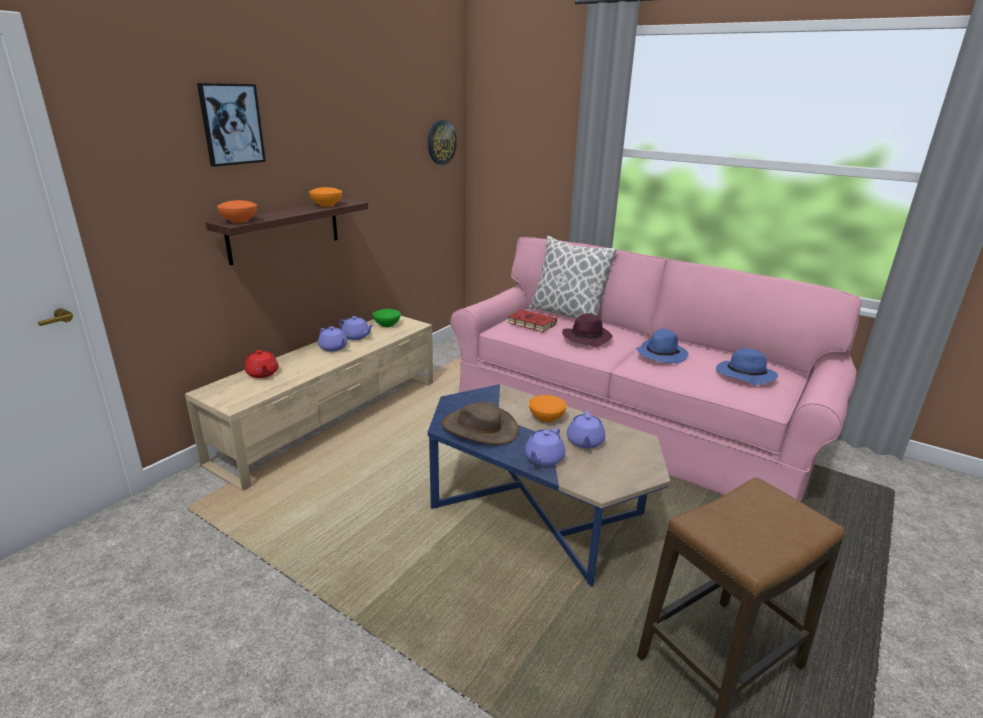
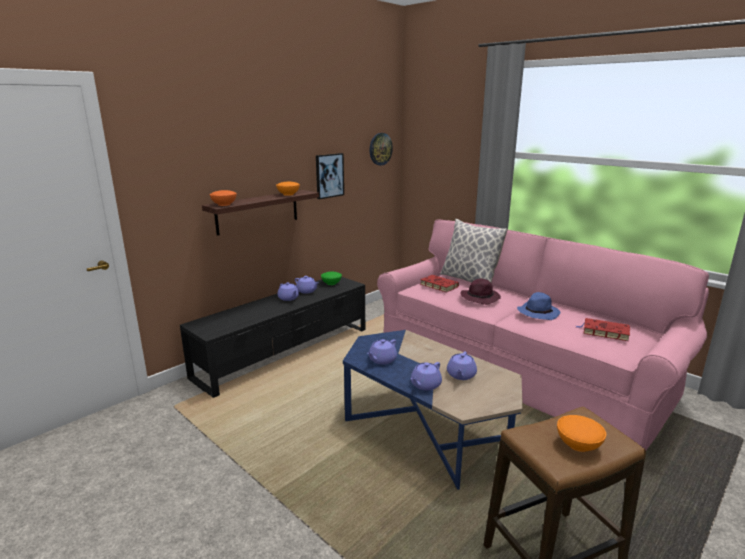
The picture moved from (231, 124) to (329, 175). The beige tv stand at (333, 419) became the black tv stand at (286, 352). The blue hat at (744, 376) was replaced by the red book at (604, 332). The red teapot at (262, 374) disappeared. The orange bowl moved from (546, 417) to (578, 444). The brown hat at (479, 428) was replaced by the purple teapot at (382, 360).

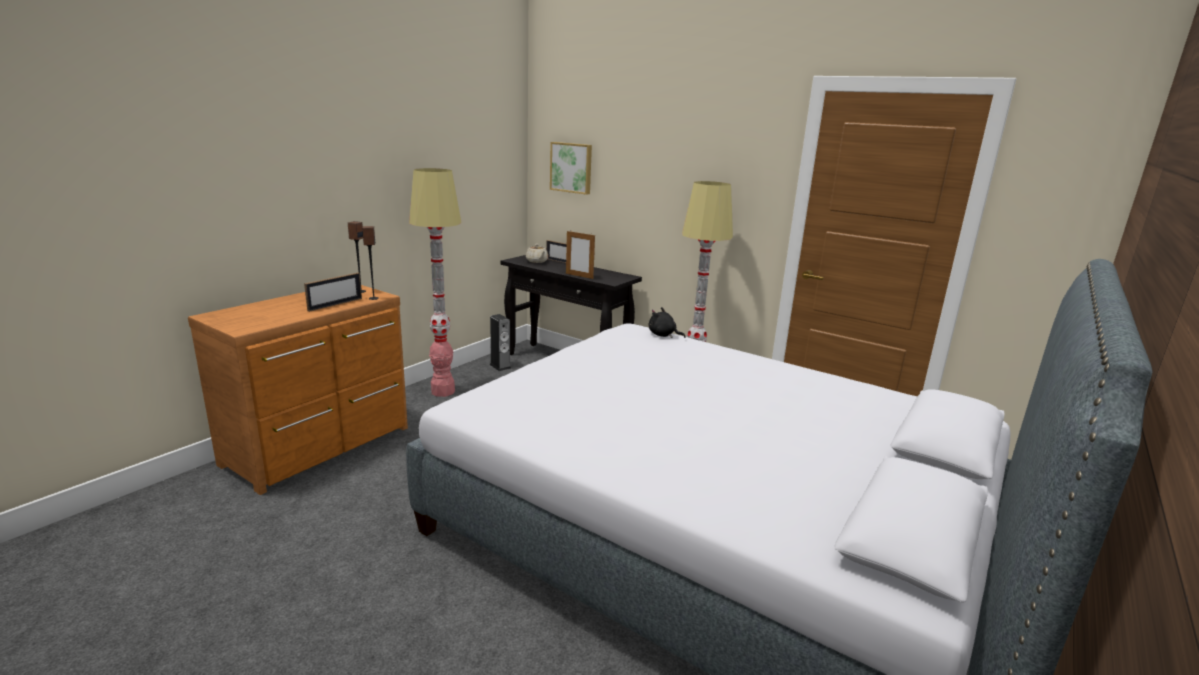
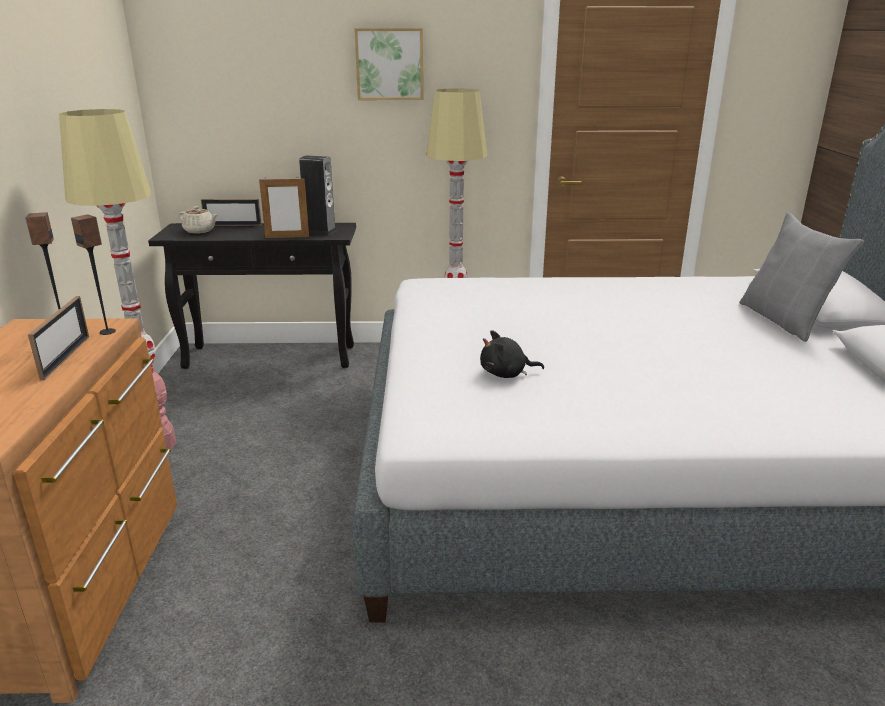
The picture moved from (571, 167) to (390, 64). The black plush toy moved from (663, 335) to (506, 374). The speaker moved from (500, 366) to (320, 231). The grey pillow at (785, 320) appeared.

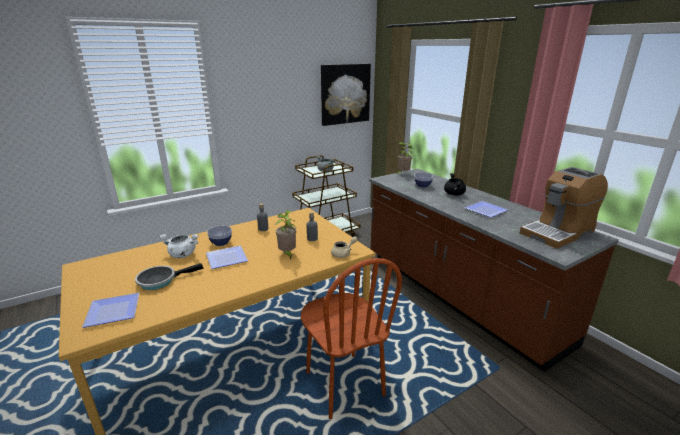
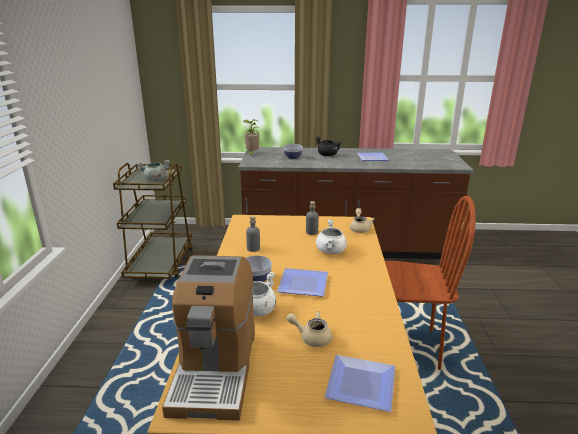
The picture at (345, 94) disappeared. The coffee machine moved from (558, 232) to (215, 369). The potted plant at (287, 254) was replaced by the white cooking pot at (331, 251). The frying pan at (160, 280) was replaced by the beige teapot at (311, 337).

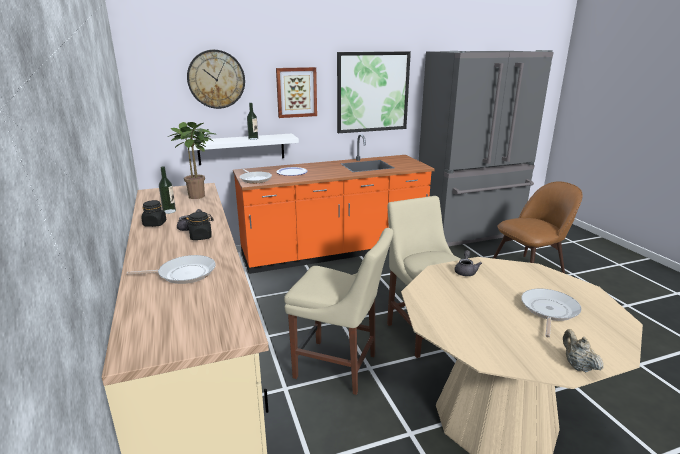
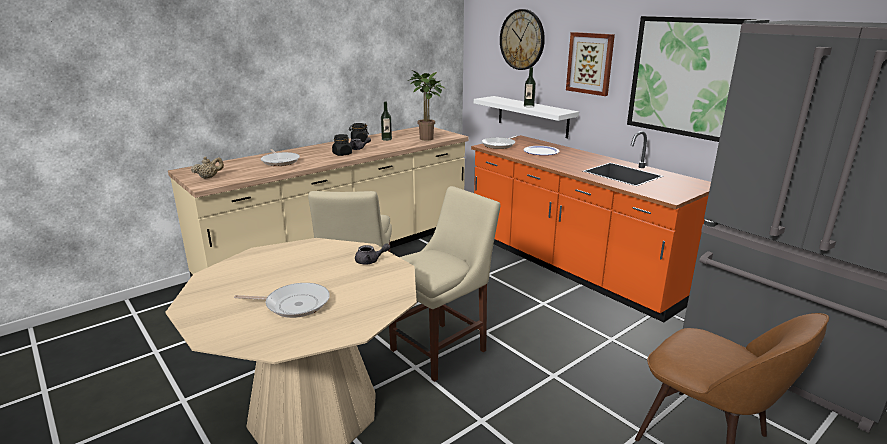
The beige teapot moved from (577, 366) to (209, 177).

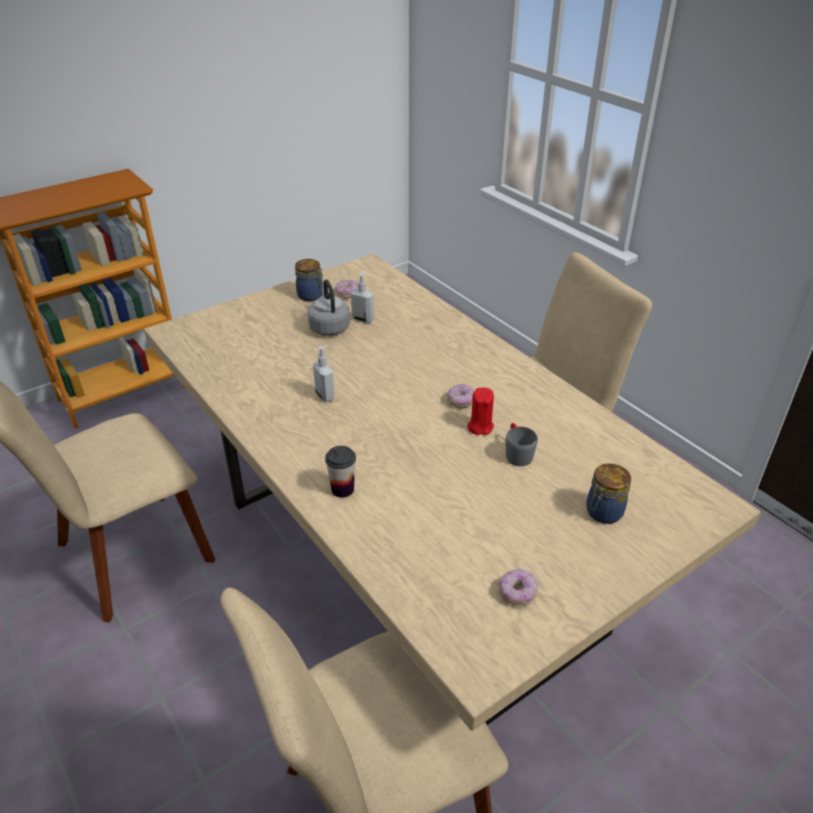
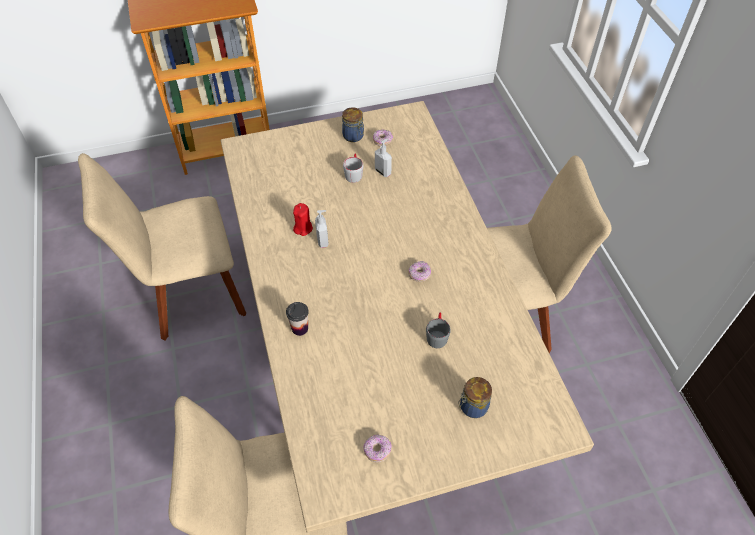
The grey kettle at (329, 327) was replaced by the grey mug at (353, 173). The red candle moved from (480, 426) to (303, 228).

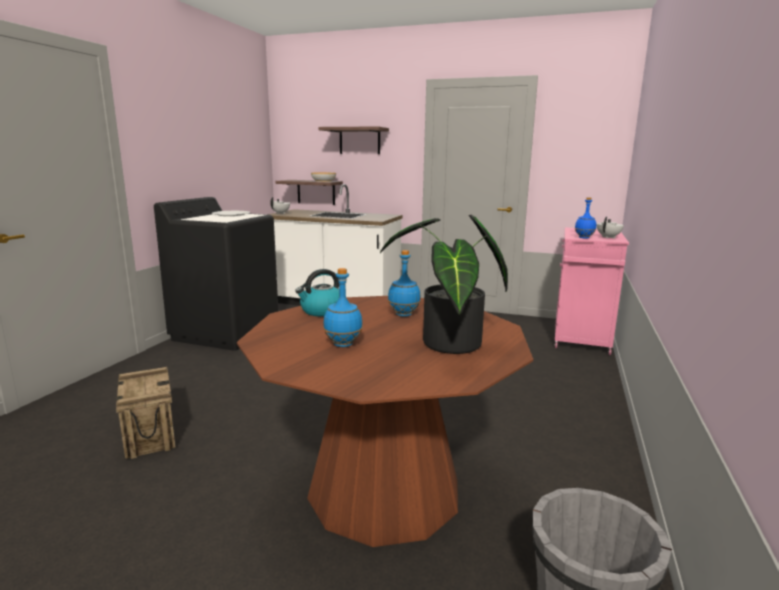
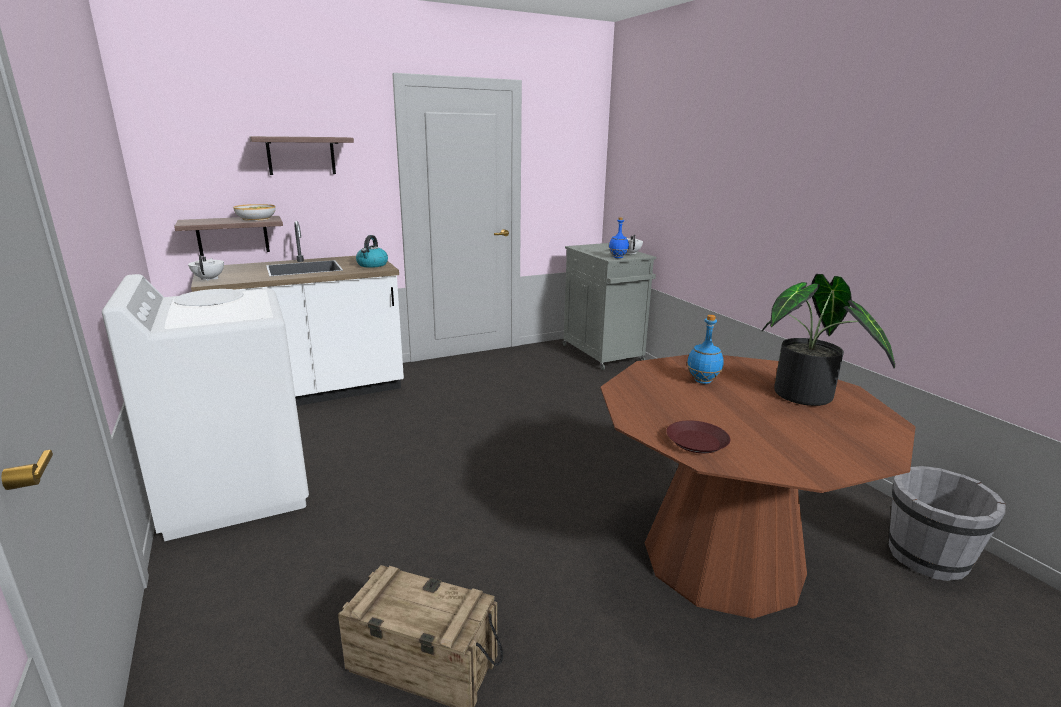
The black washing machine at (226, 332) became the white washing machine at (236, 489). The pink cabinet at (581, 339) became the grey cabinet at (603, 354). The blue bottle at (343, 344) disappeared. The kettle moved from (322, 311) to (372, 265). The brown plate at (696, 442) appeared.

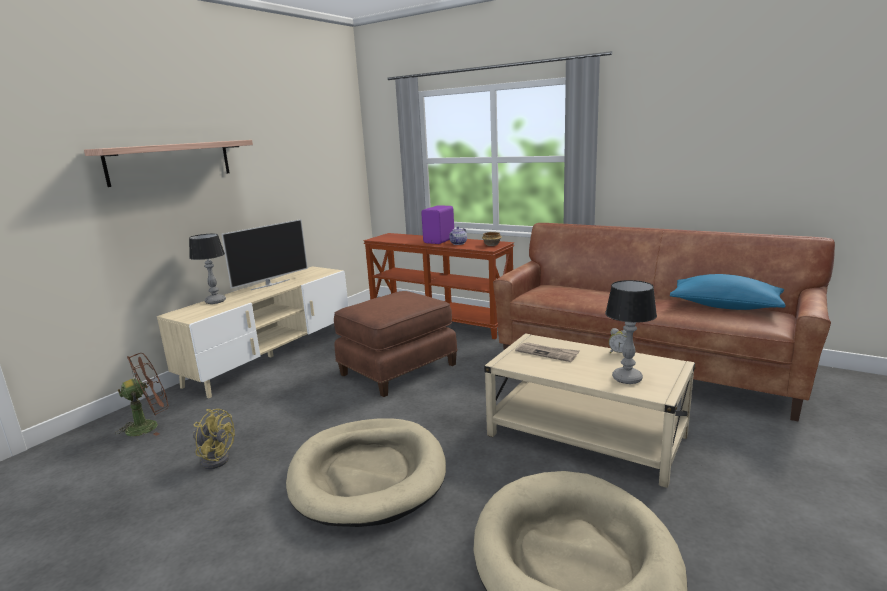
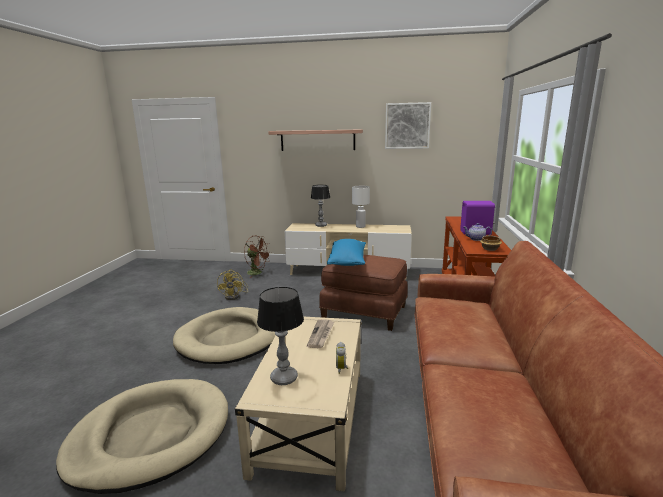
The television at (270, 284) was replaced by the white table lamp at (360, 226). The blue pillow moved from (725, 306) to (347, 262). The picture at (407, 126) appeared.

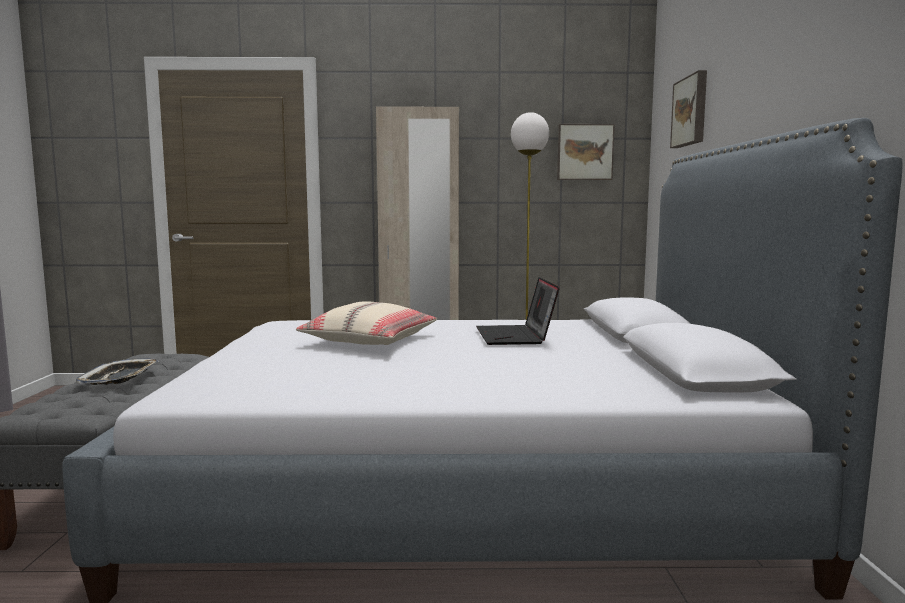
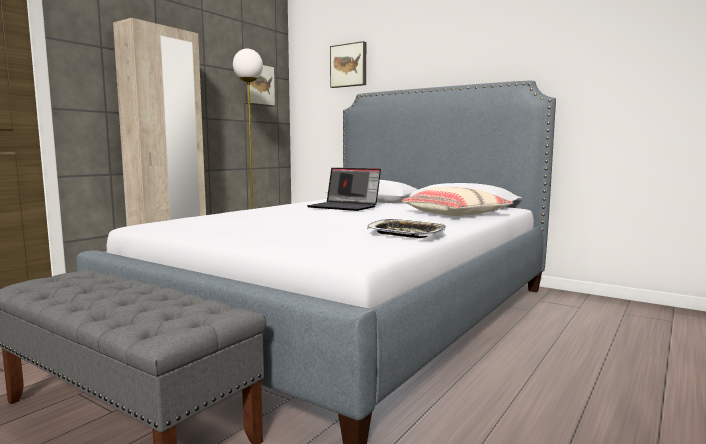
The beige pillow moved from (370, 340) to (455, 214). The tray moved from (120, 378) to (406, 234).

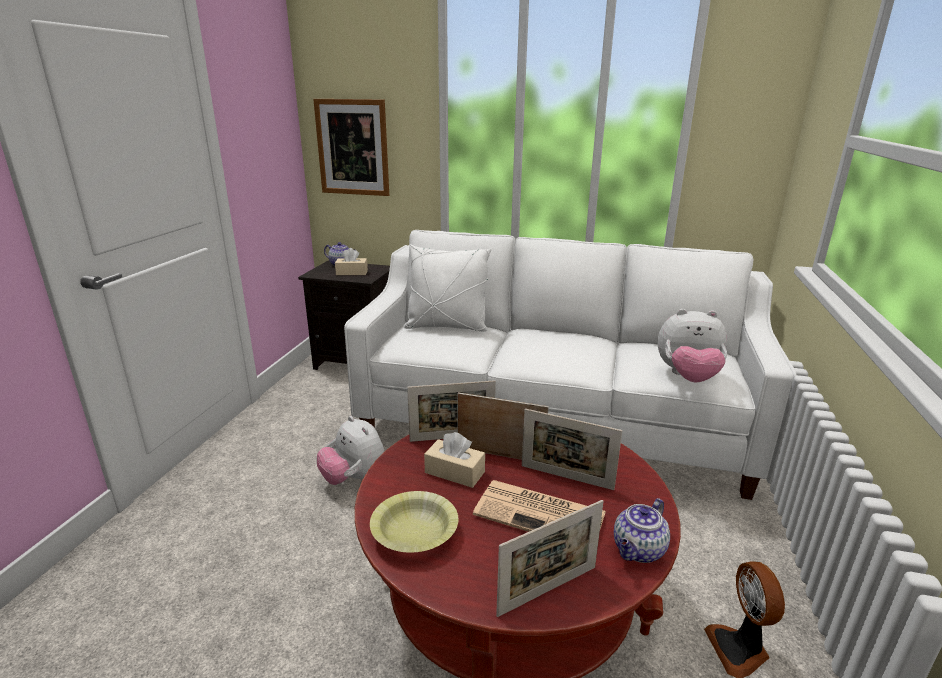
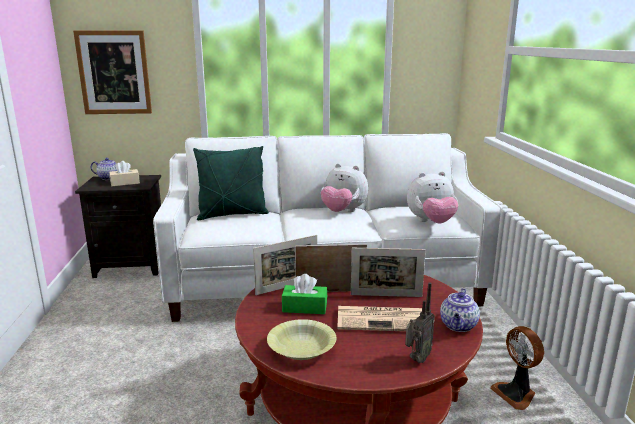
The white pillow at (447, 327) became the green pillow at (232, 214). The plush toy moved from (354, 479) to (343, 212). The beige tissue box at (454, 472) became the green tissue box at (304, 307). The picture frame at (548, 590) was replaced by the radio at (416, 359).

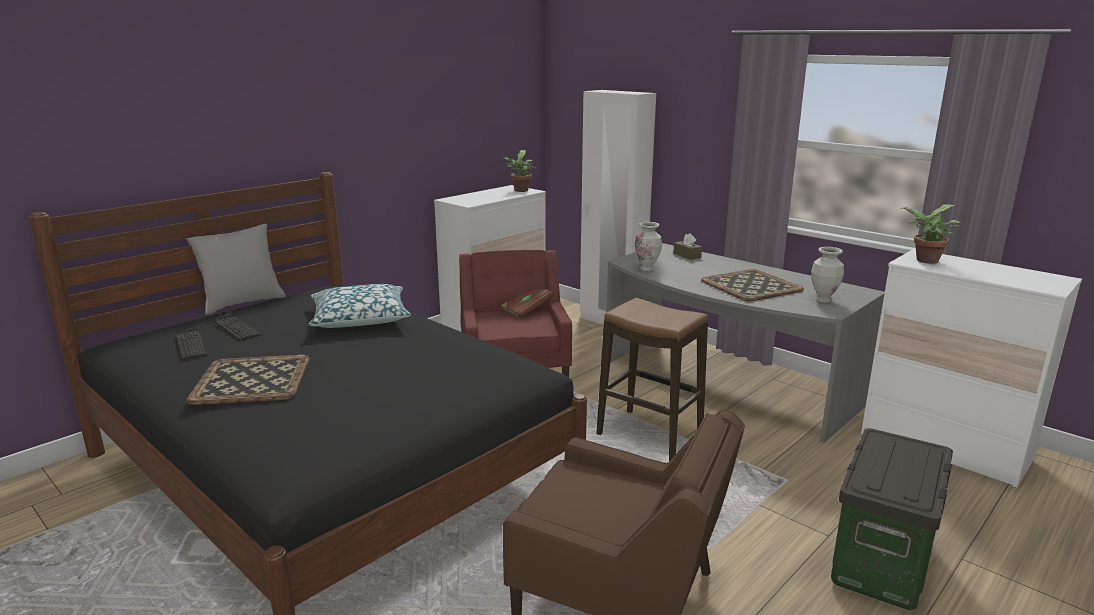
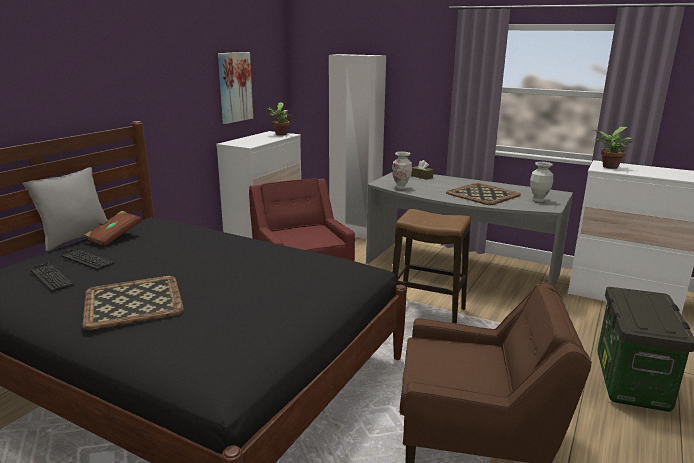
The pillow at (360, 318) disappeared. The brown book moved from (527, 310) to (114, 237). The picture at (235, 87) appeared.

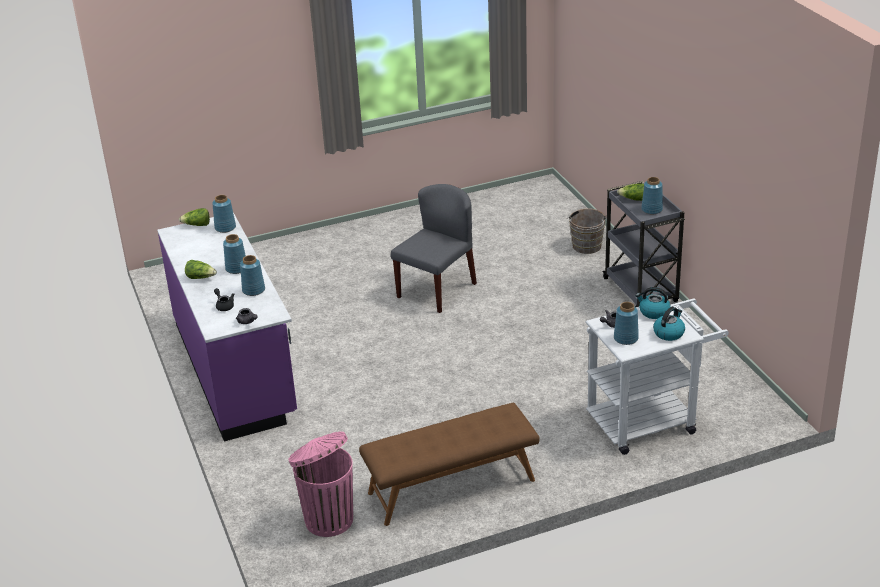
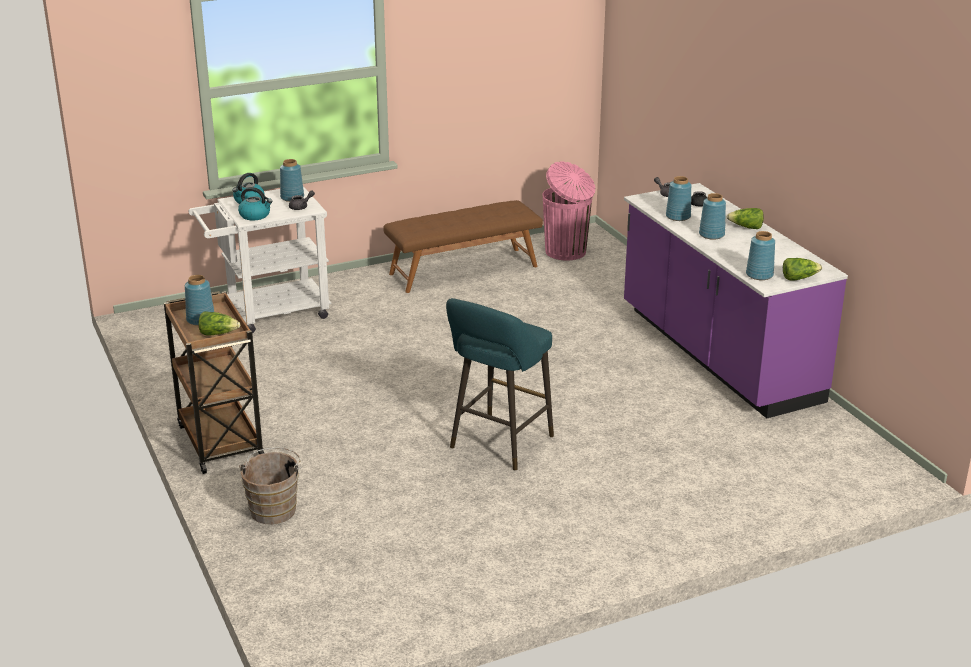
The grey cart at (641, 291) became the brown cart at (220, 441). The grey chair at (437, 290) was replaced by the turquoise stool at (498, 444).

